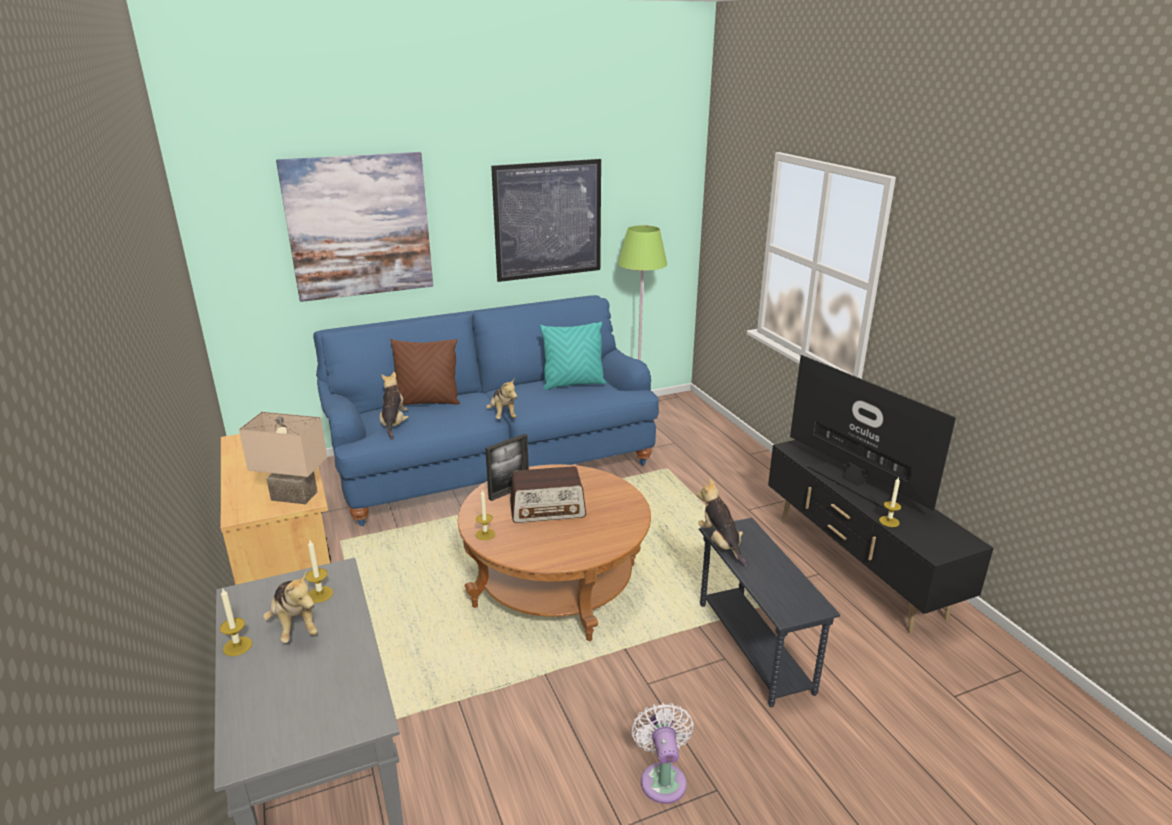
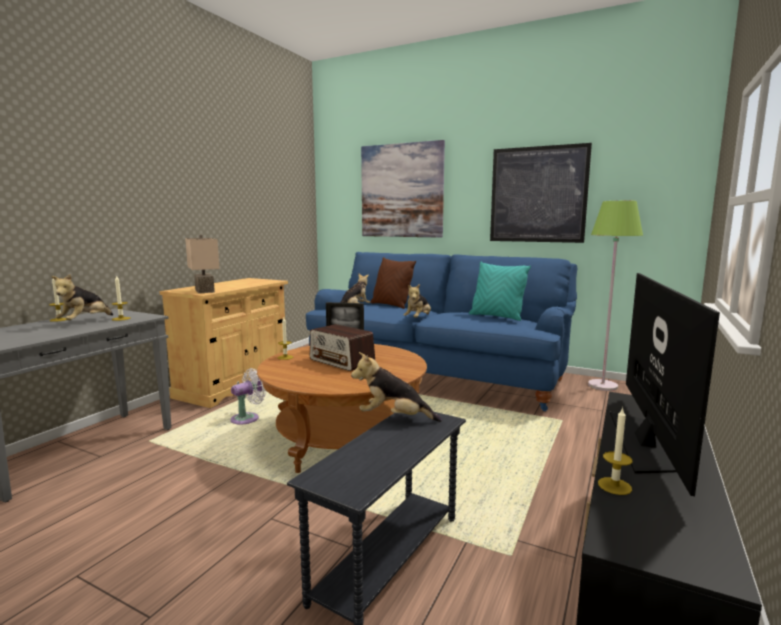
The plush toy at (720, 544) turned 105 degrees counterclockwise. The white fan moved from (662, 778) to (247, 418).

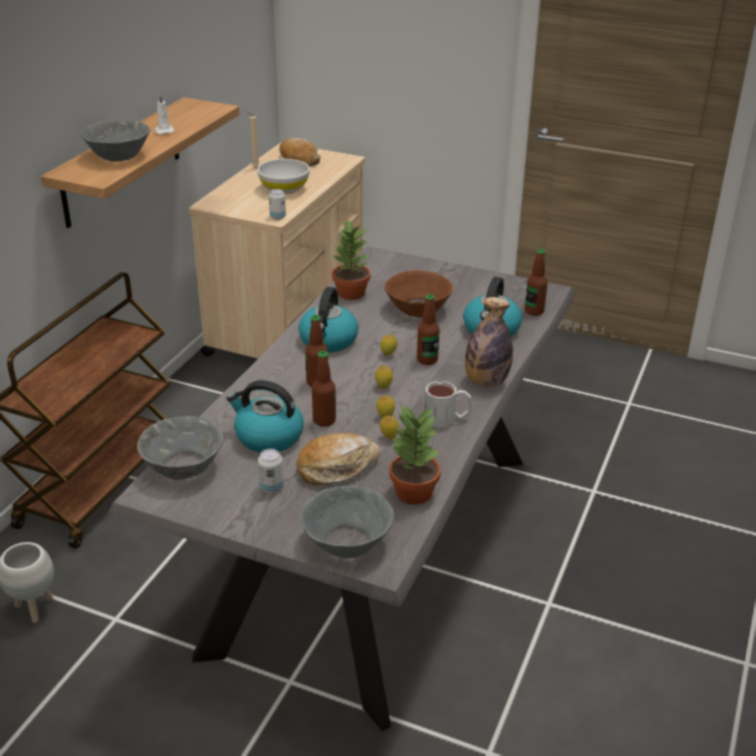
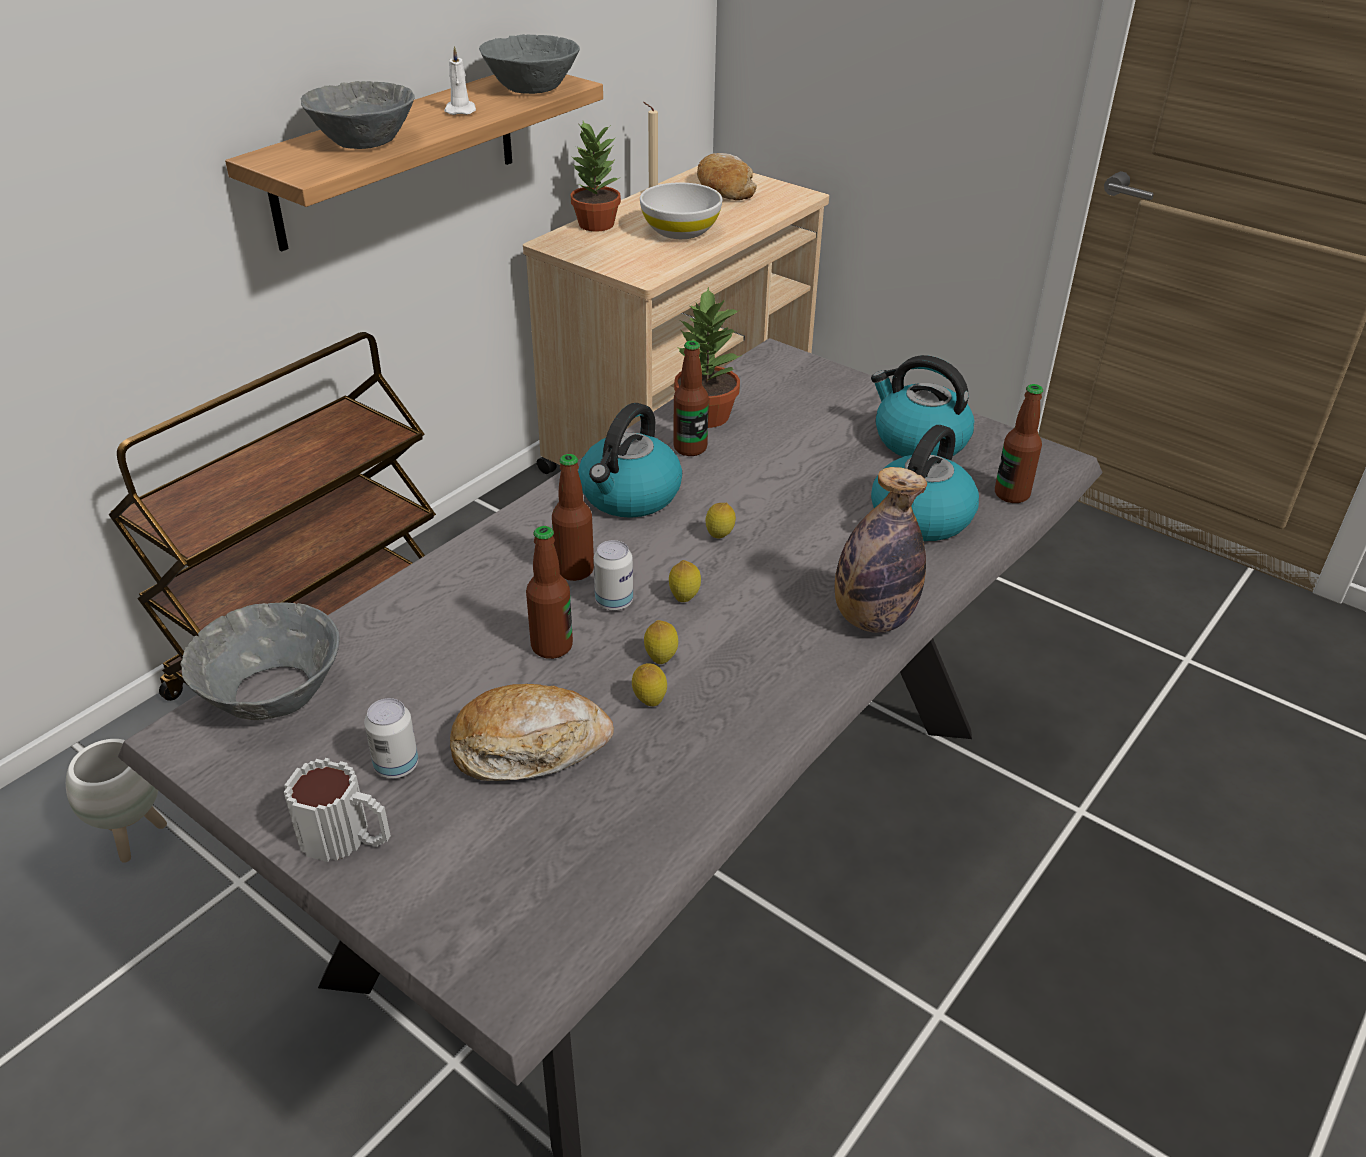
The can moved from (278, 217) to (614, 602). The brown bowl at (417, 309) disappeared. The bottle moved from (427, 360) to (690, 448). The kettle moved from (268, 437) to (919, 441). The mug moved from (447, 418) to (347, 838). The potted plant moved from (412, 493) to (595, 224). The grey bowl moved from (347, 542) to (533, 87).

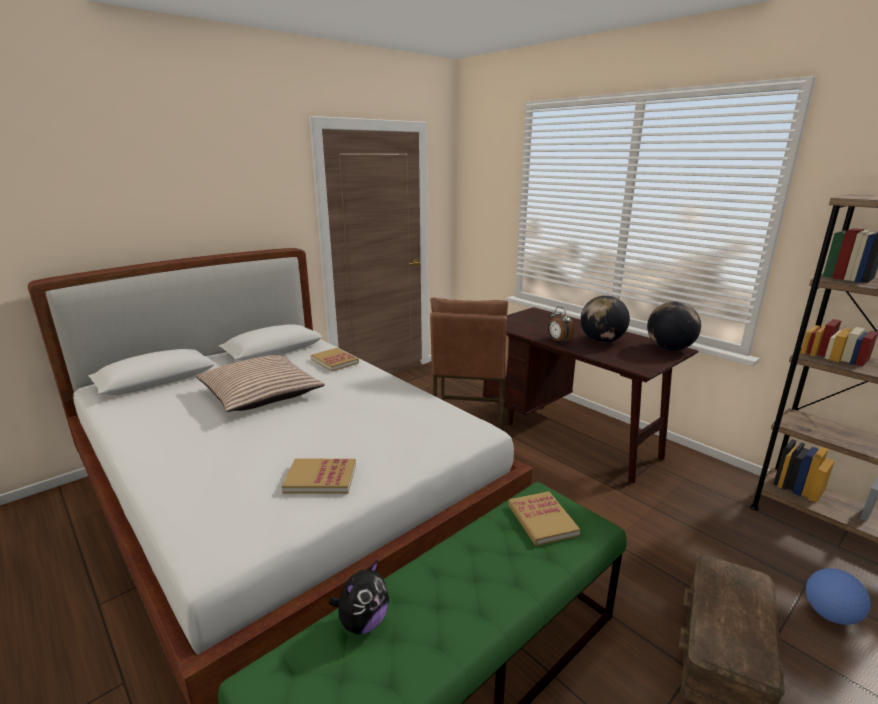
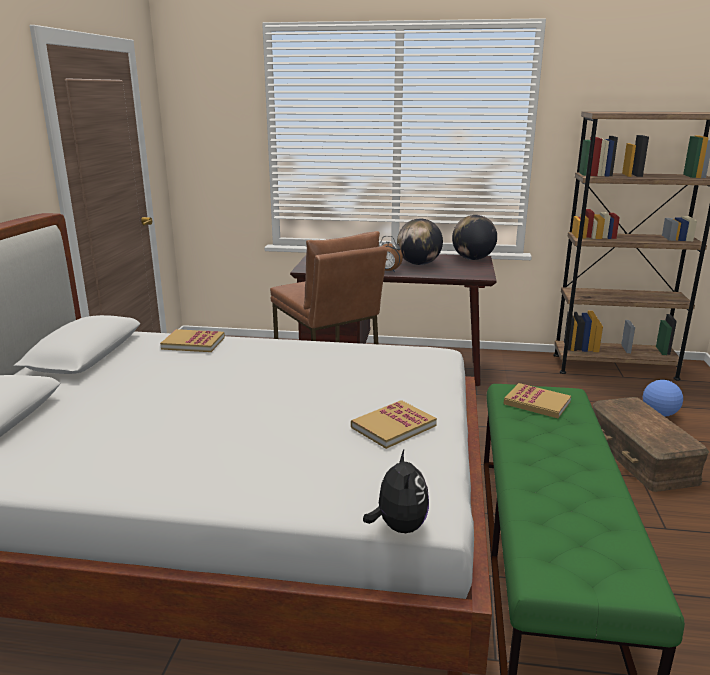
The pillow at (261, 394) disappeared. The plush toy moved from (362, 622) to (398, 526).

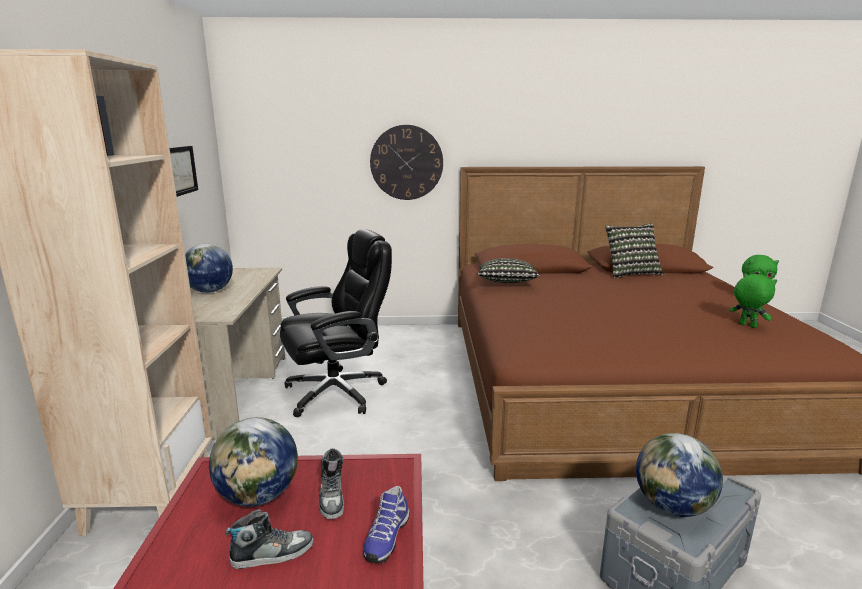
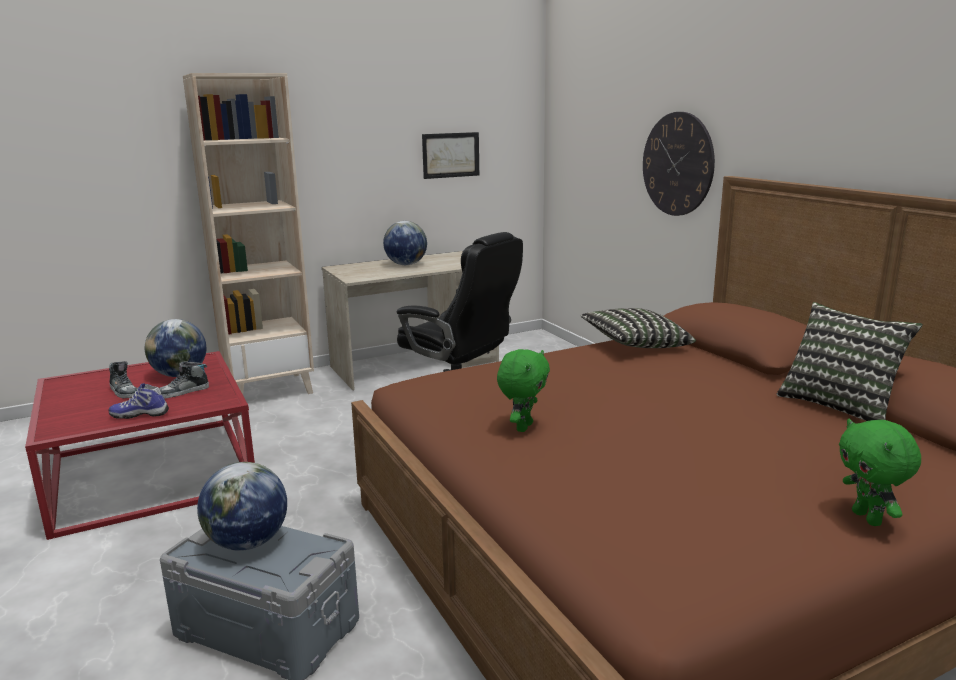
The green plush toy moved from (747, 326) to (523, 427).

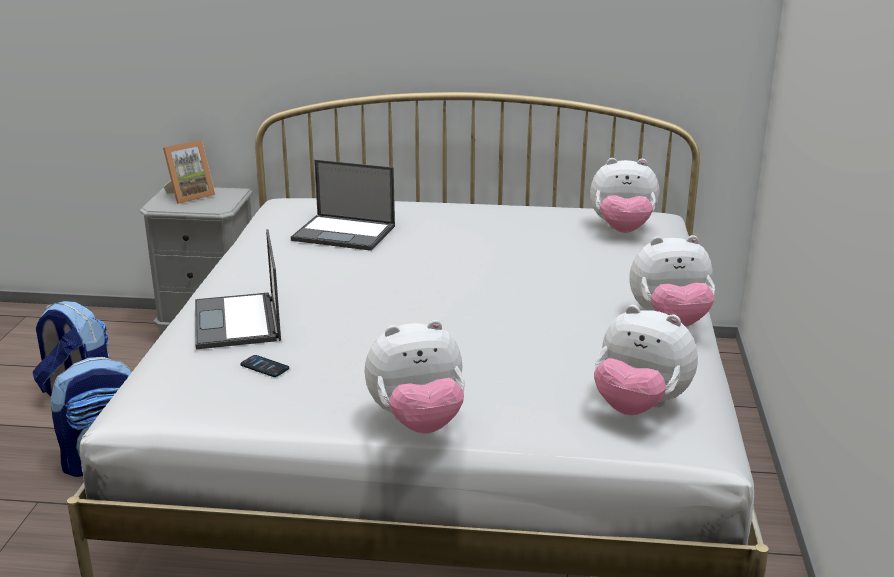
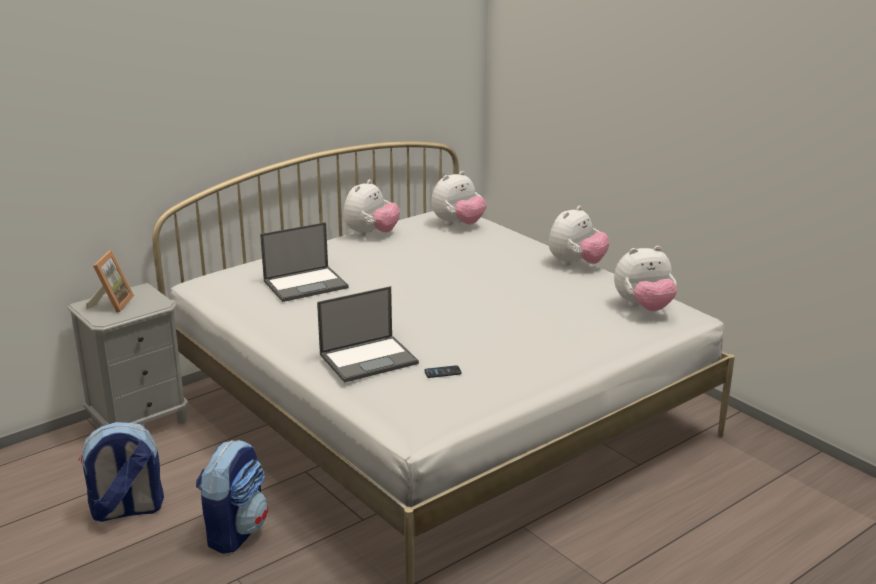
The laptop at (237, 322) turned 60 degrees counterclockwise. The plush toy moved from (418, 422) to (371, 234).

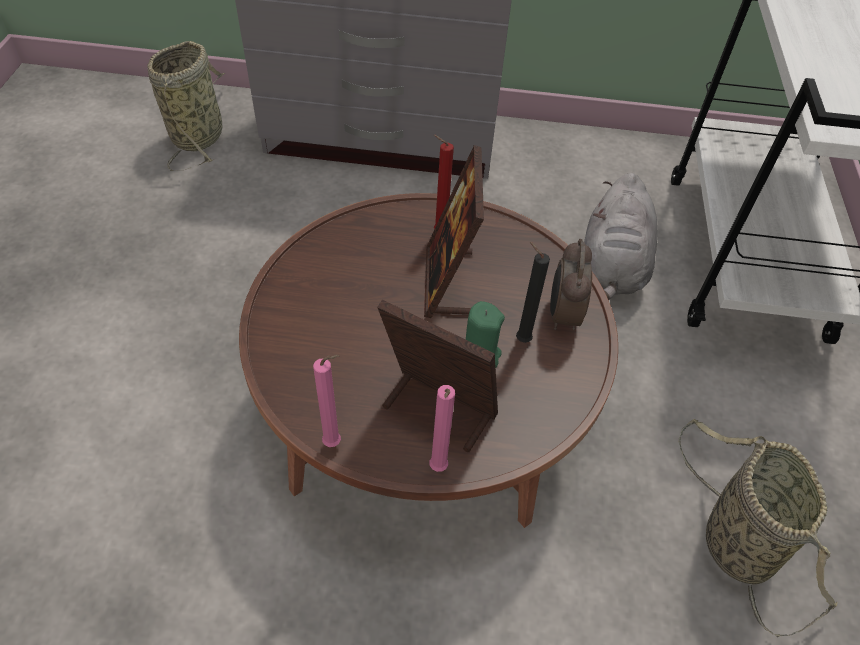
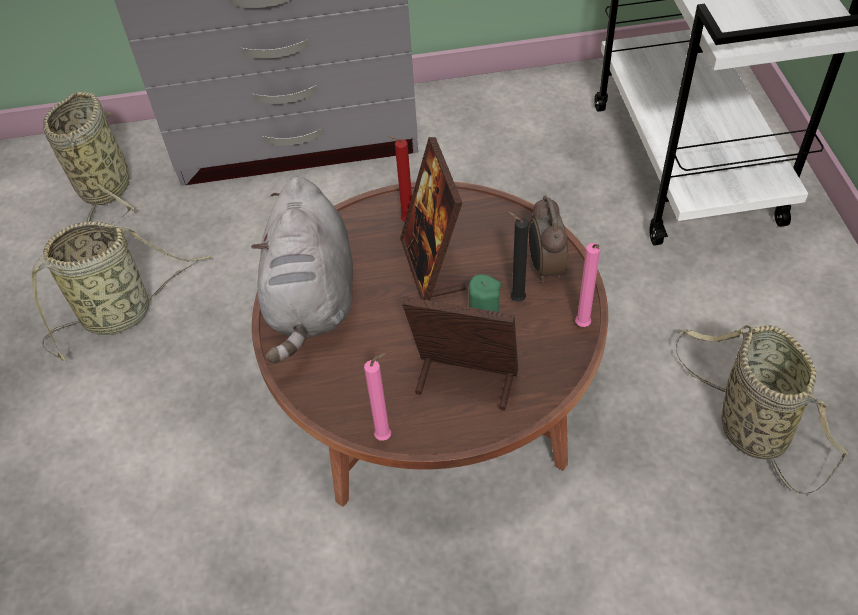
The grey plush toy moved from (612, 268) to (312, 299). The pink candle moved from (437, 469) to (583, 327). The basket at (122, 313) appeared.

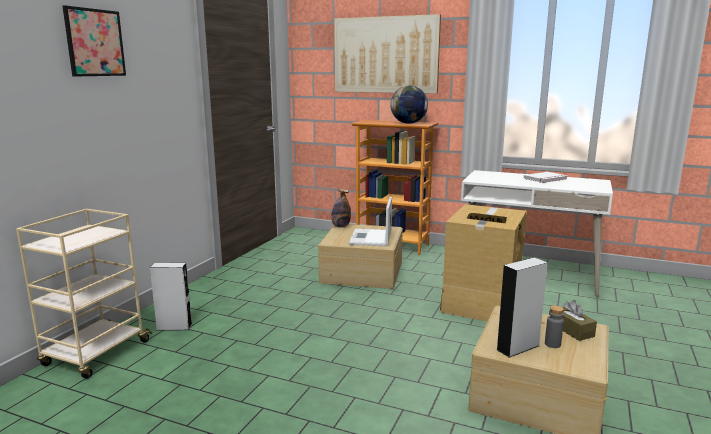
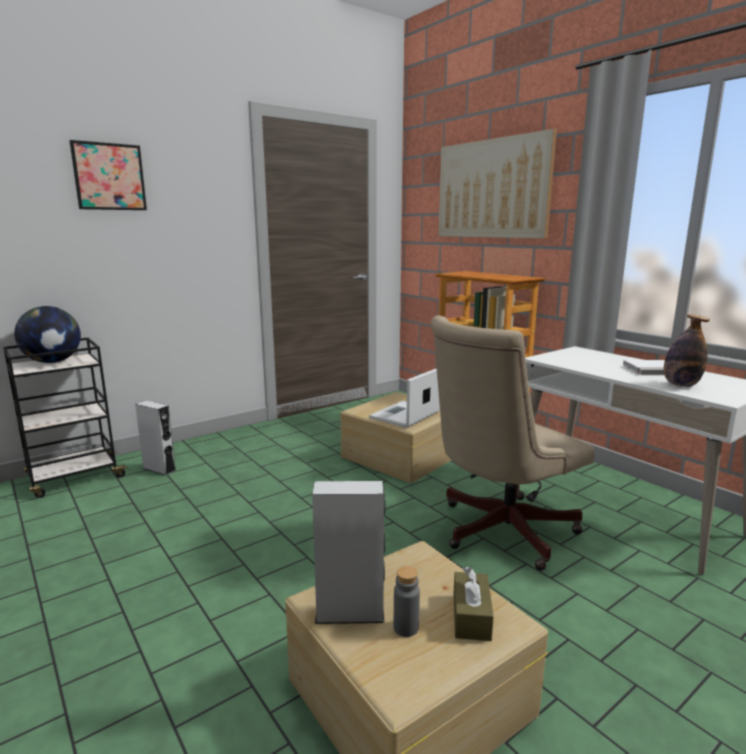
The globe moved from (408, 123) to (53, 362). The bottle moved from (340, 226) to (680, 385). The cardboard box at (480, 302) was replaced by the beige office chair at (498, 531). The beige cart at (96, 354) became the black cart at (74, 477).

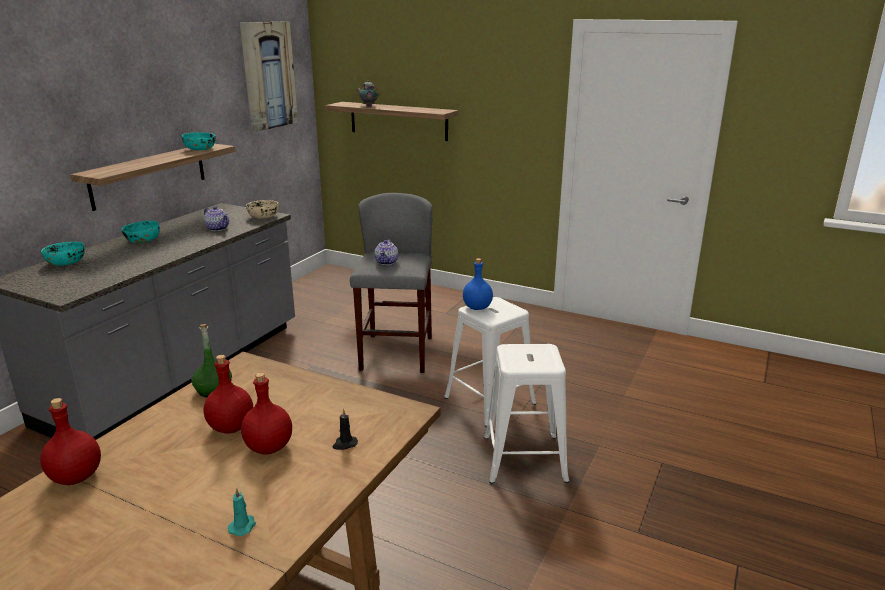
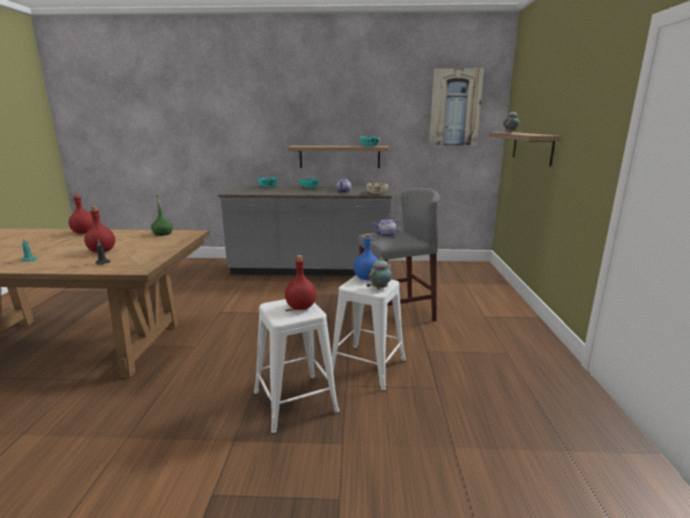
The red bottle moved from (231, 427) to (301, 307). The teapot at (380, 288) appeared.

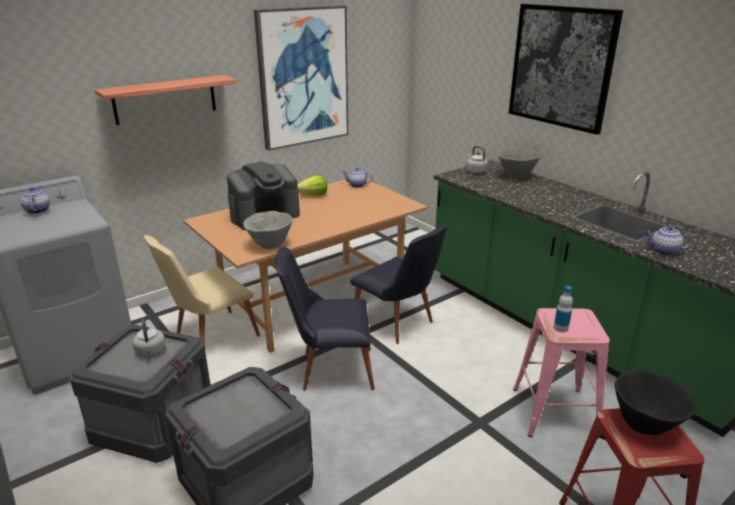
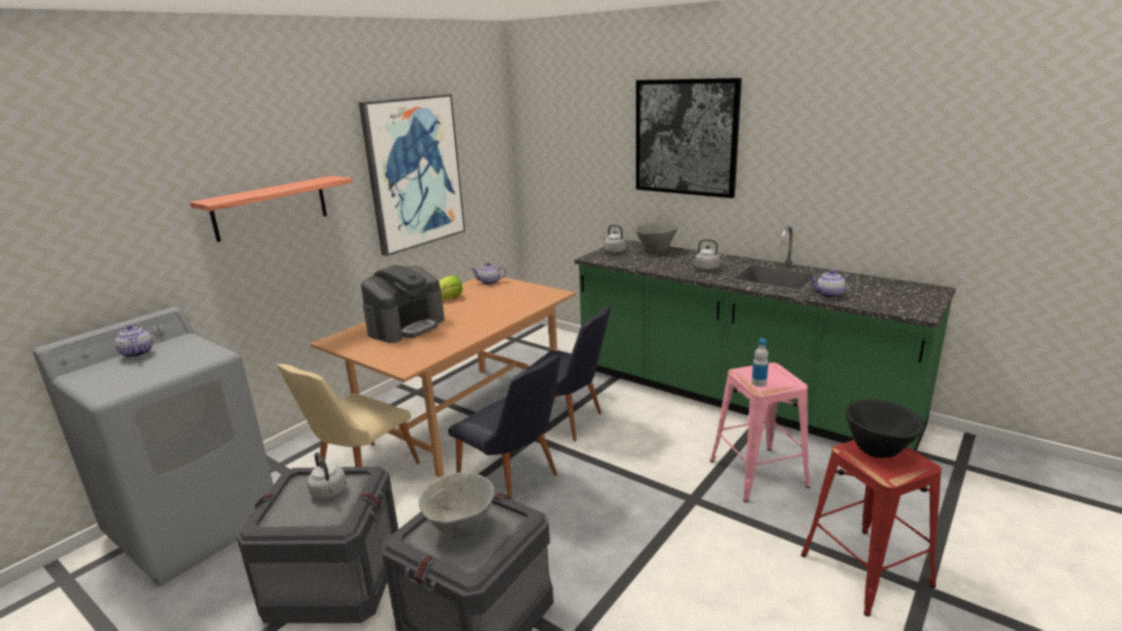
The grey bowl moved from (269, 245) to (461, 529). The black chair at (329, 369) turned 120 degrees counterclockwise. The grey kettle at (708, 268) appeared.

